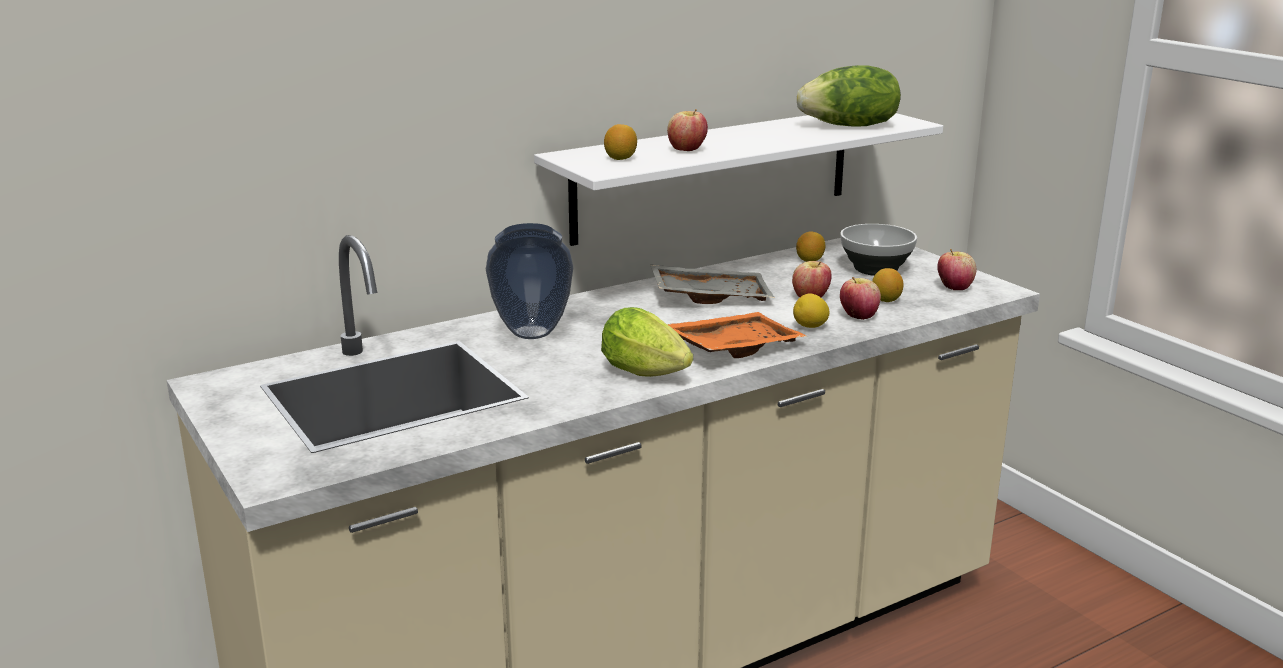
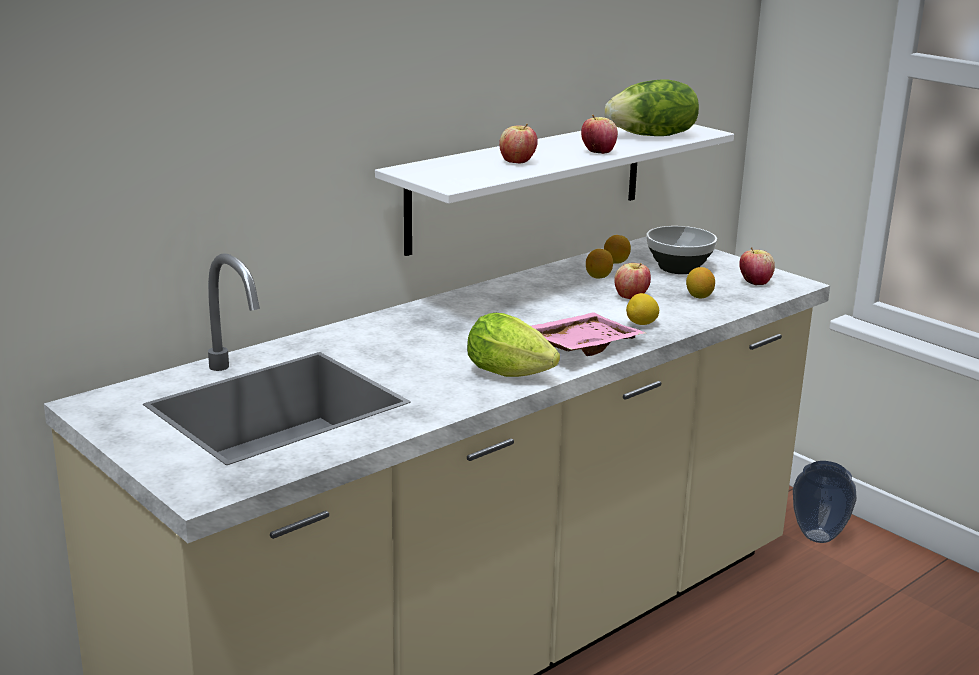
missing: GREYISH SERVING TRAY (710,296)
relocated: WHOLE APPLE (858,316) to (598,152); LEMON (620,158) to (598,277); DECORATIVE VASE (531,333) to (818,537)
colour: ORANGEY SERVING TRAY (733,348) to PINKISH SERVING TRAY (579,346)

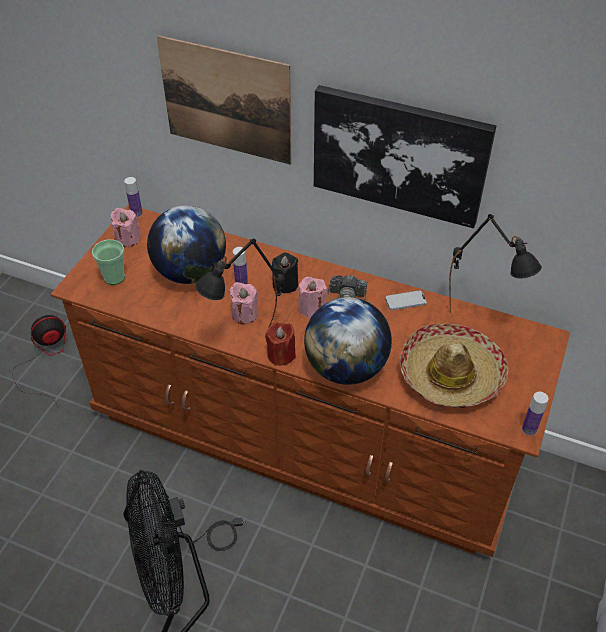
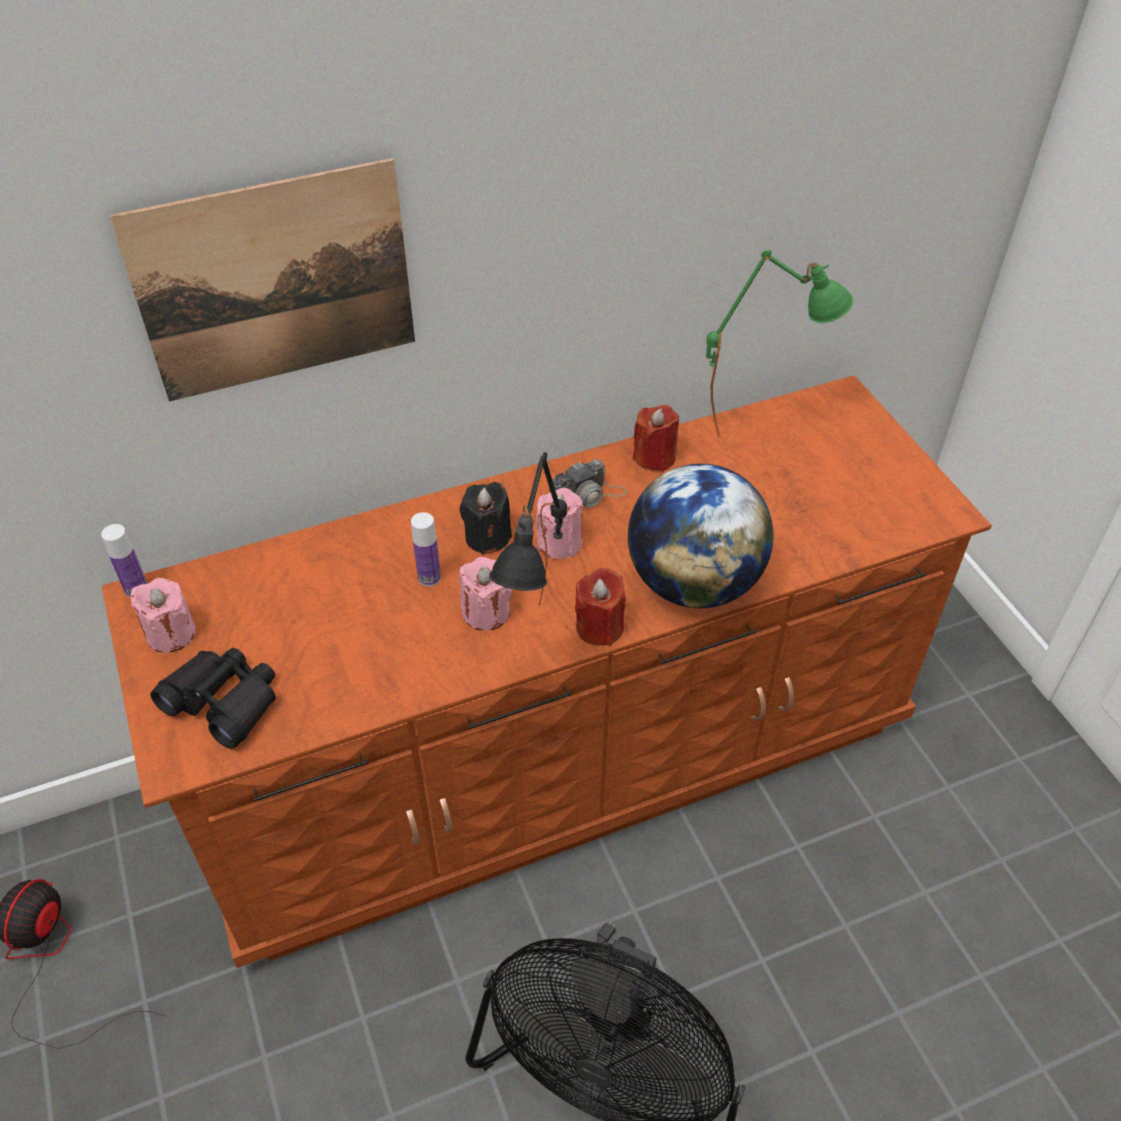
missing: GLOBE (190,272); PICTURE (399,155); HAT (451,374); DRINK BOTTLE (529,429)
exchanged: DRINKING CUP (114,277) to BLACK FIELD GLASSES (224,702); HANDSET (405,301) to REDDISH CANDLE (655,457)
colour: BLACK LAMP FOR A TABLE (480,321) to GREENISH LAMP FOR A TABLE (760,424)

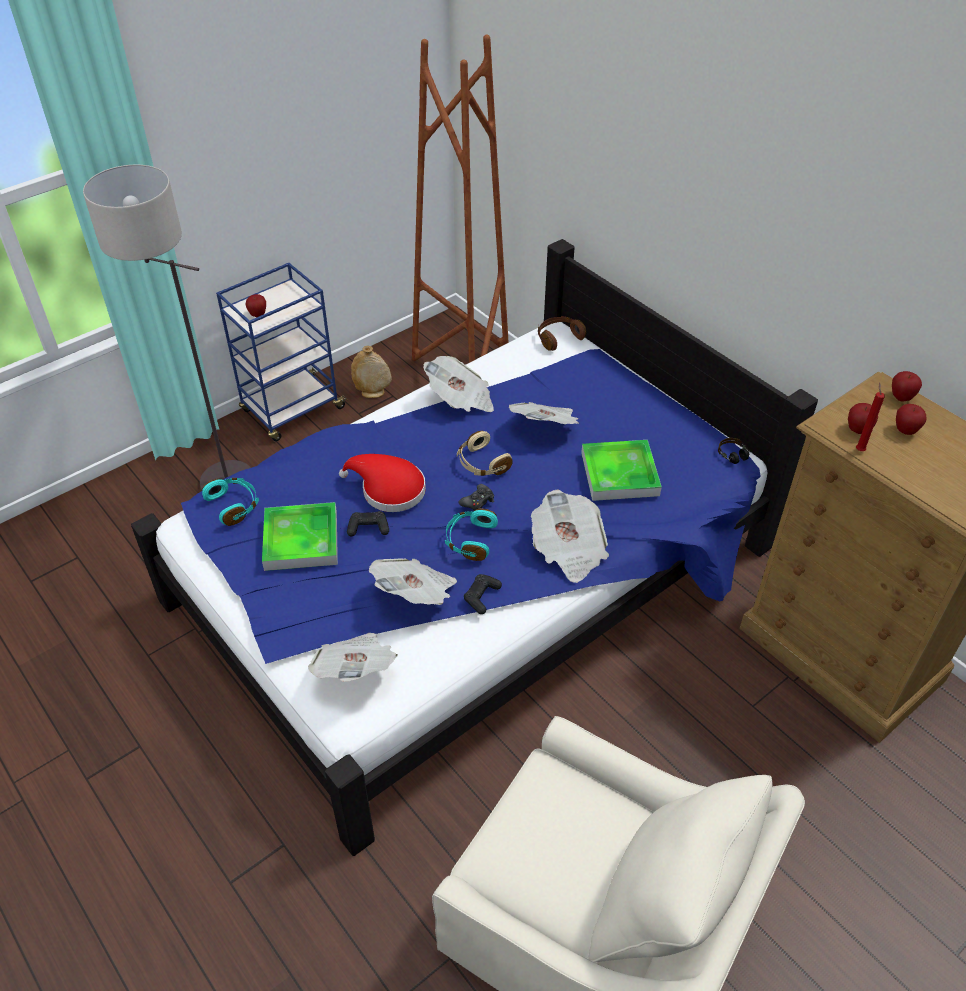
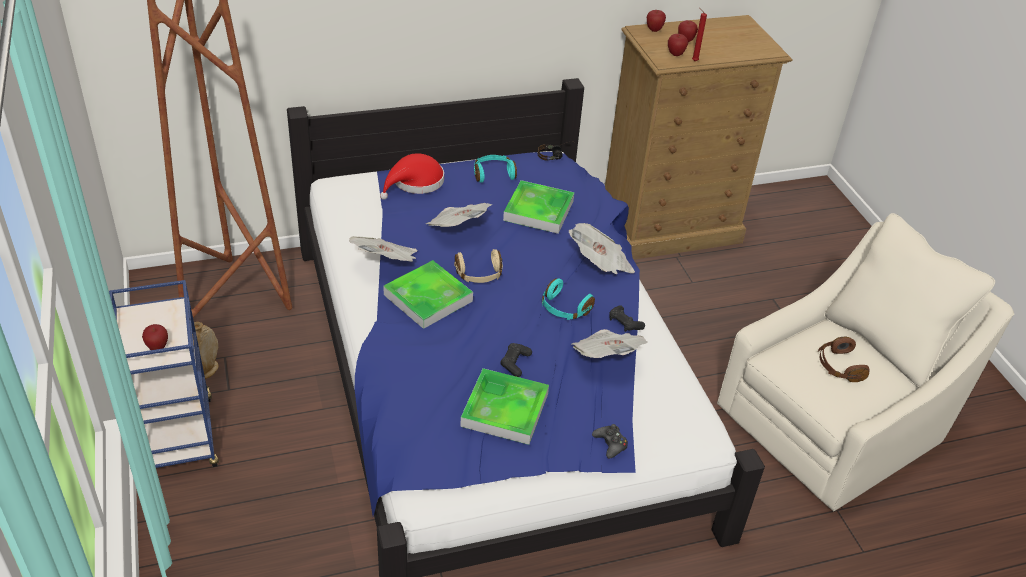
missing: GREYISH FLOOR LAMP (213,479); DAILY PAPER (356,670)
appeared: SERVING TRAY (428,298)
relocated: REDDISH HAT (388,490) to (415,183); TURQUOISE-COLOURED HEADSET (234,505) to (493,174); BLACK GAME CONTROLLER (478,502) to (610,444); BROWNISH HEADSET (558,338) to (838,366)

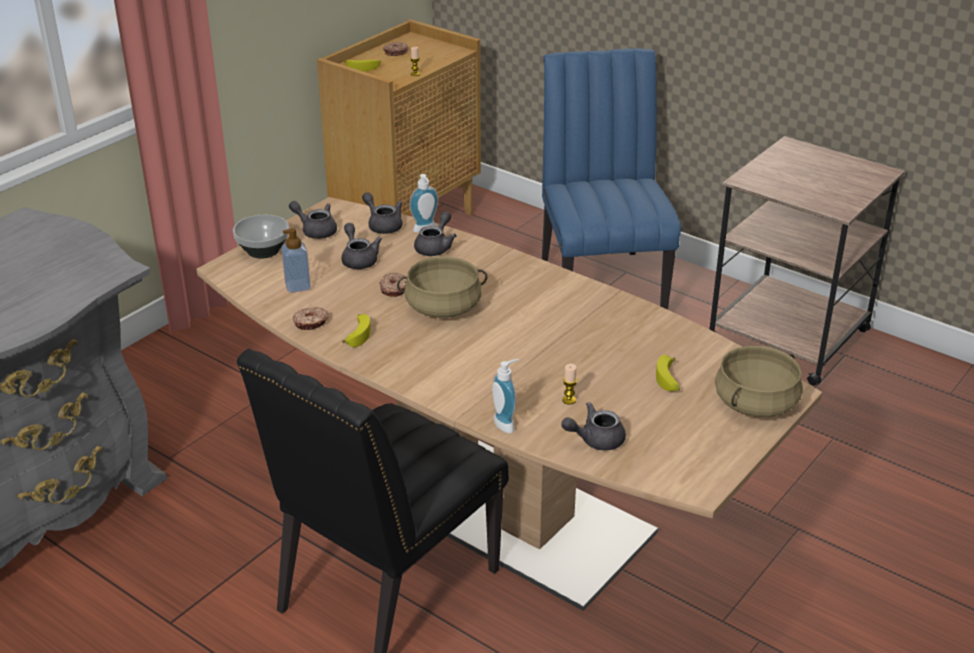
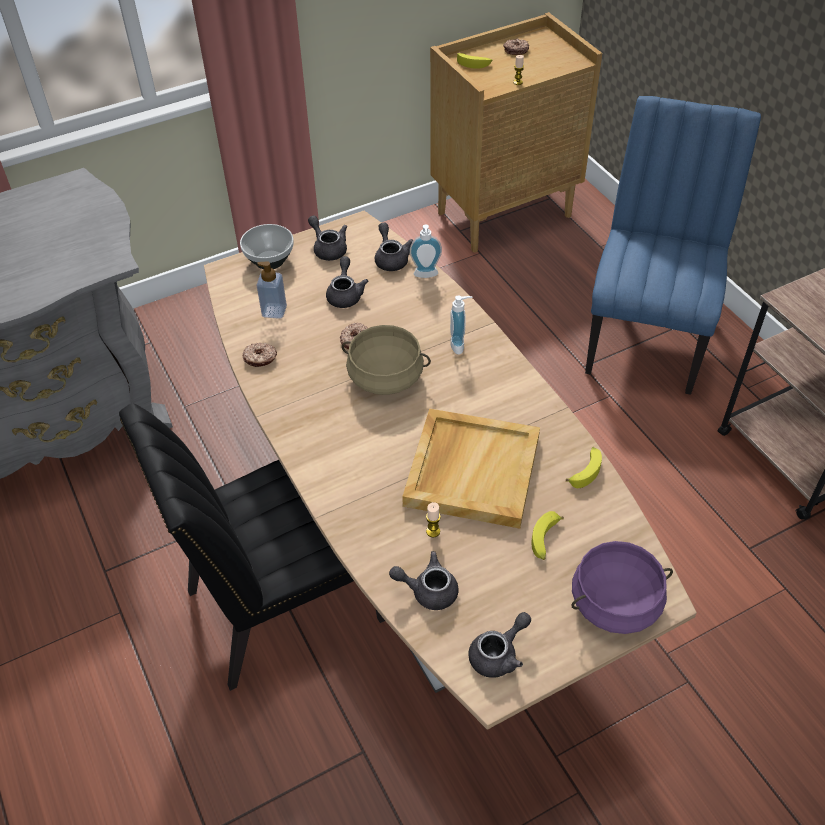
appeared: SAND-COLOURED SERVING TRAY (471,469)
relocated: LIQUID SOAP BOTTLE (507,423) to (460,345); GREYISH POT FOR TEA (435,247) to (499,654); WHOLE BANANA (357,334) to (585,470)
colour: SAND-COLOURED COOKING POT (756,404) to PURPLE-COLOURED COOKING POT (615,603)

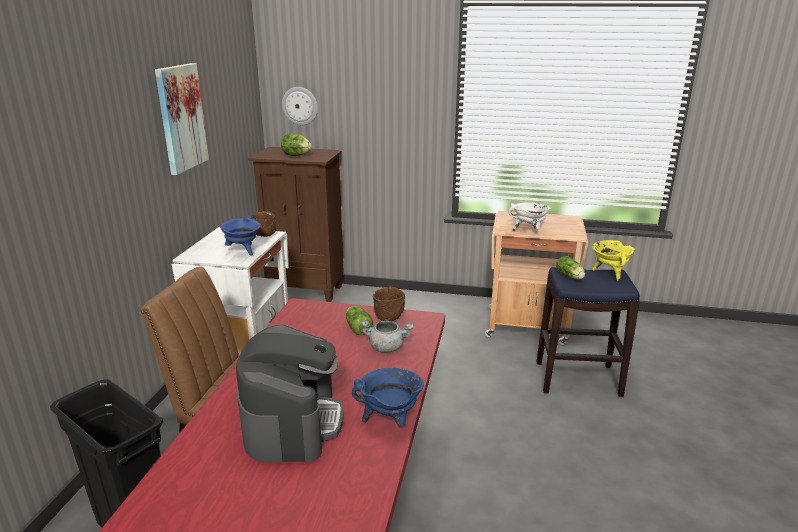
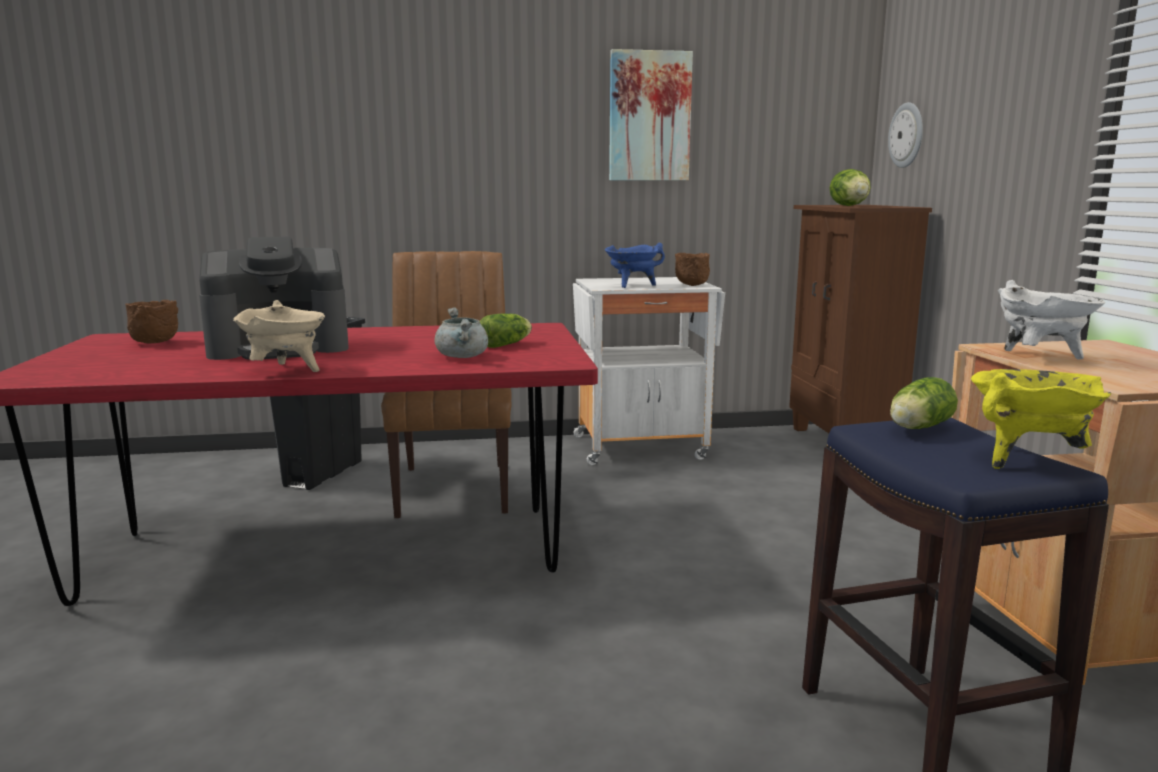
relocated: BROWNISH DEEP DISH (389,318) to (154,343)
colour: BLUE COOKING POT (390,420) to SAND-COLOURED COOKING POT (286,371)

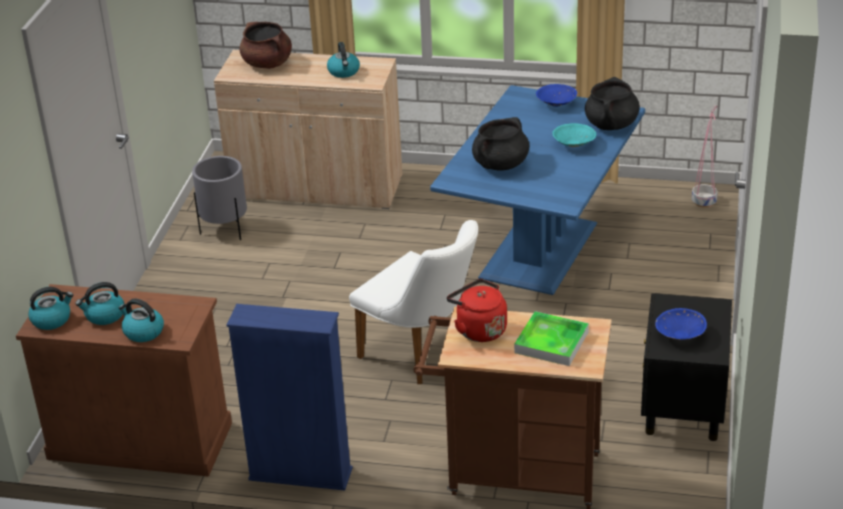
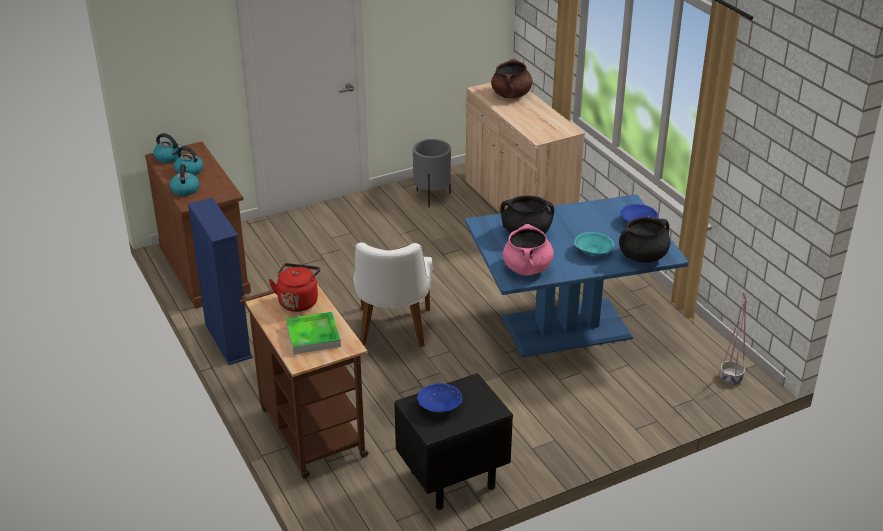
missing: KETTLE (344,72)
appeared: PINKISH COOKING POT (527,268)

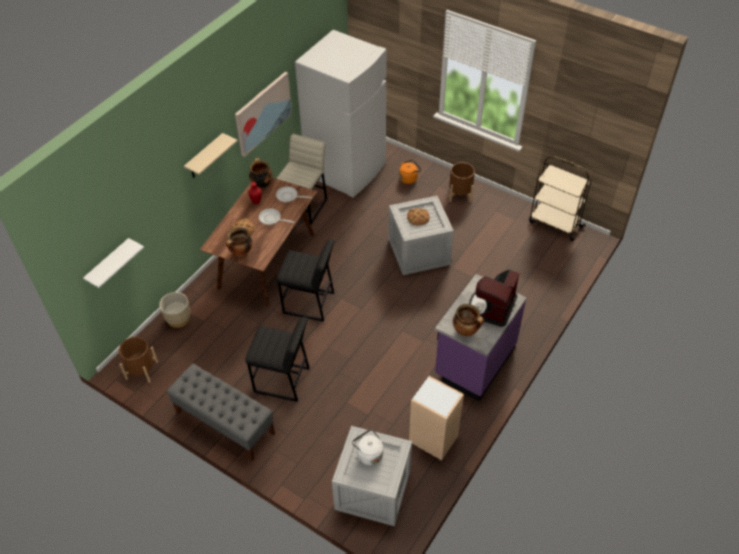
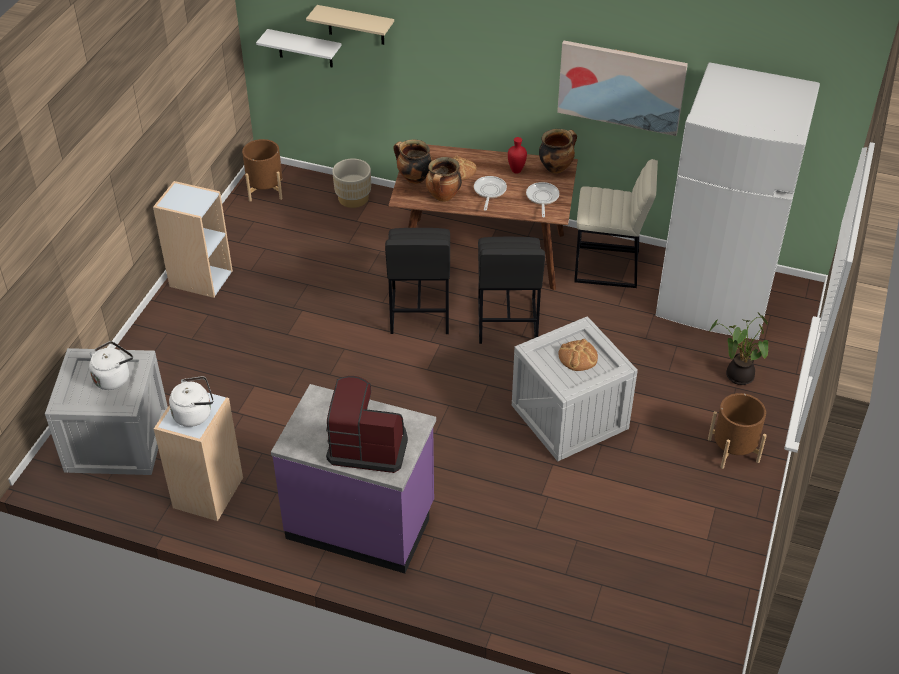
missing: SAND-COLOURED WHEELED CART (554,224)
appeared: WHITE KETTLE (195,414)
relocated: SAND-COLOURED BRACKET SHELF (205,157) to (356,25); COOKING POT (466,331) to (443,197); BLACK CHAIR (283,380) to (507,322)
exchanged: GREYISH LONG SEAT (224,423) to BOOKCASE (200,278); ORANGEY KETTLE (409,178) to POTTED PLANT (737,376)

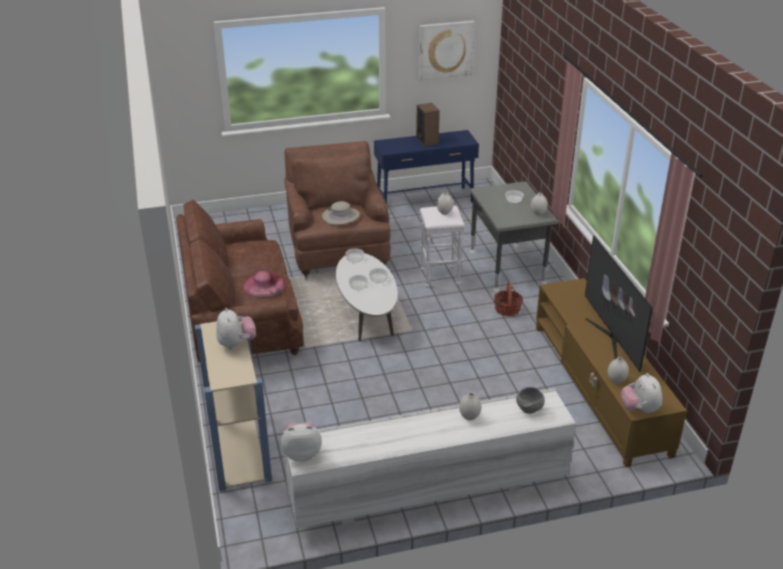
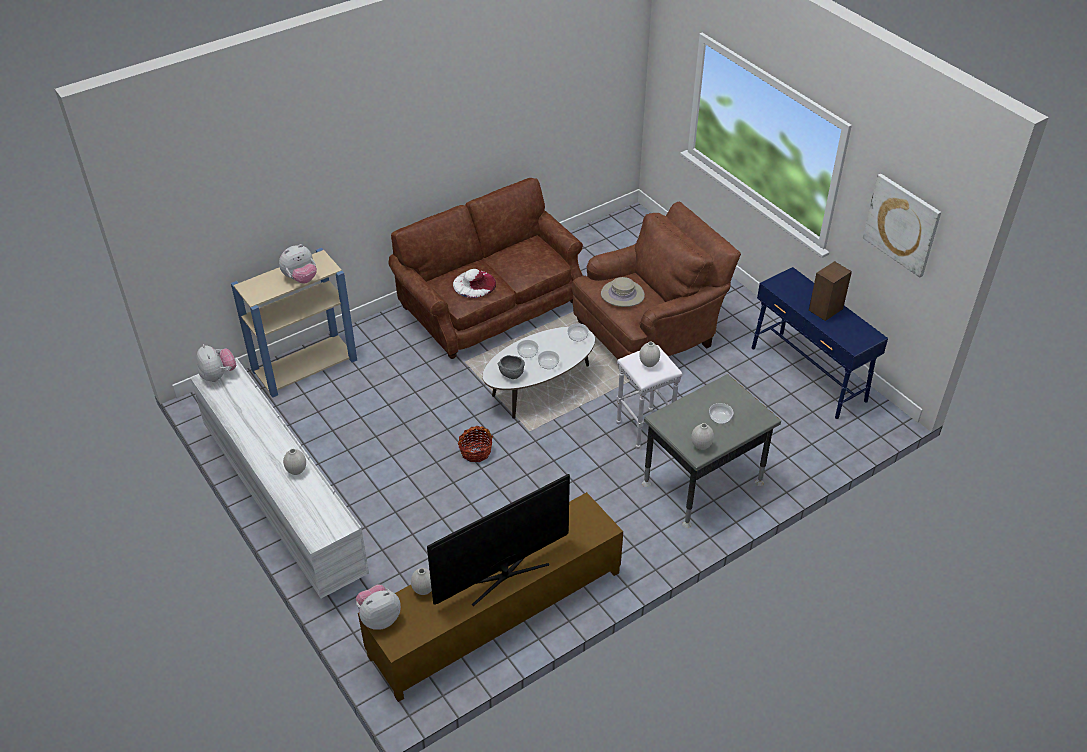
relocated: STORAGE BASKET (507,309) to (475,452); GREYISH DEEP DISH (529,410) to (511,375)
colour: PINKISH HAT (264,285) to WHITE HAT (474,284)

